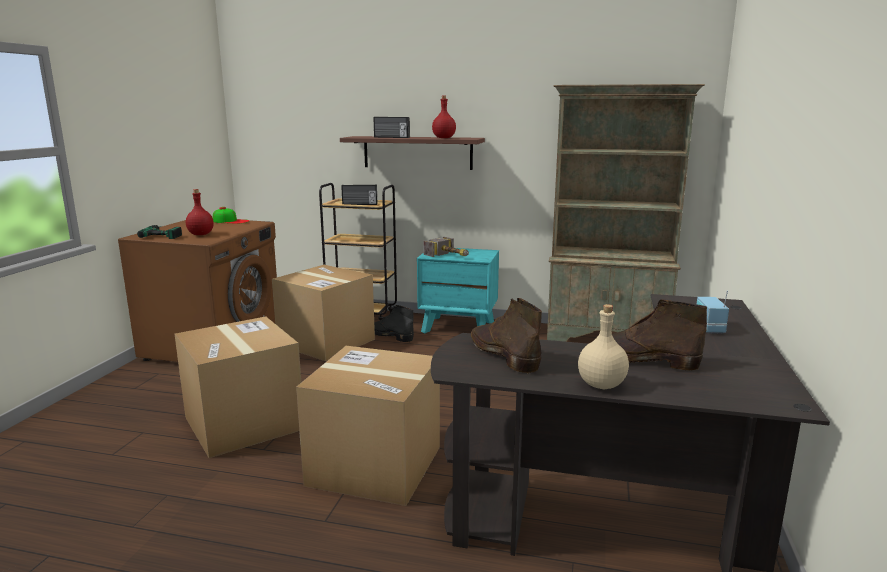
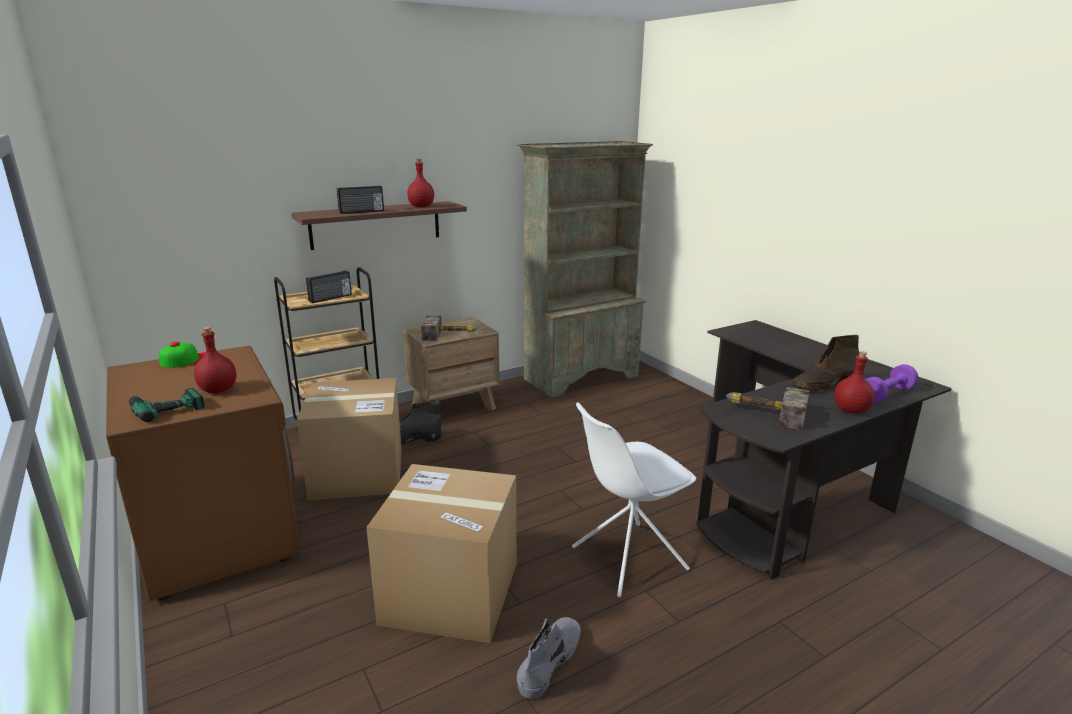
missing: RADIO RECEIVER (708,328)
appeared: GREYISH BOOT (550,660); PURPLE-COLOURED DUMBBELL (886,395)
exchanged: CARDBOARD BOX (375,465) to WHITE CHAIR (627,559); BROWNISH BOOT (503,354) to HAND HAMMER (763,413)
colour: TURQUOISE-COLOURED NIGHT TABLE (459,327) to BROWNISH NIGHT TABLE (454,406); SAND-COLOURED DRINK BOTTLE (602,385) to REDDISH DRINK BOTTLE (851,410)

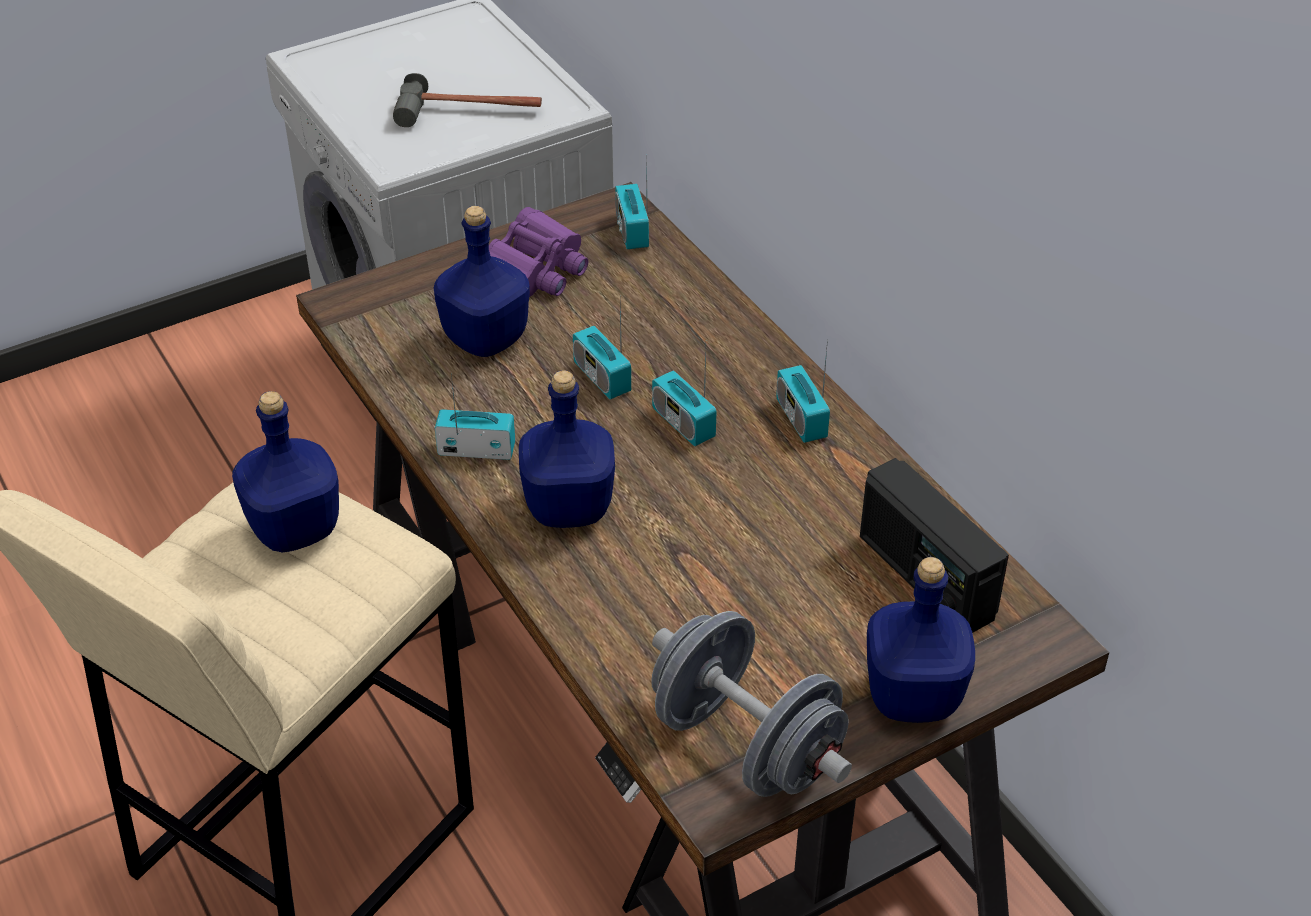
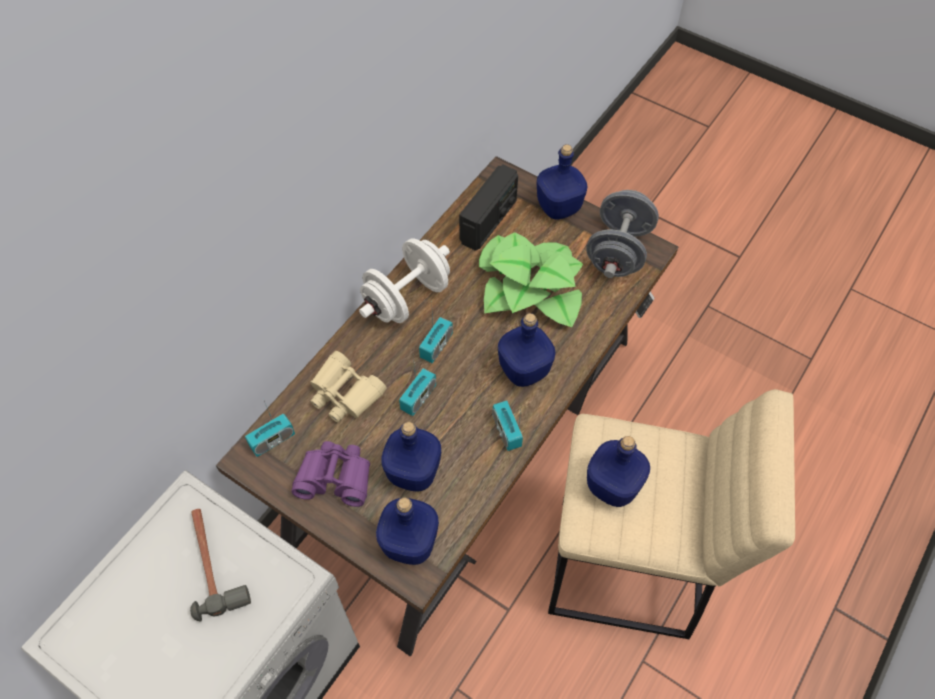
appeared: SAND-COLOURED FIELD GLASSES (345,393); BLUE DRINK BOTTLE (409,544); POTTED PLANT (530,286)
exchanged: RADIO RECEIVER (801,419) to WHITE DUMBBELL (407,298)

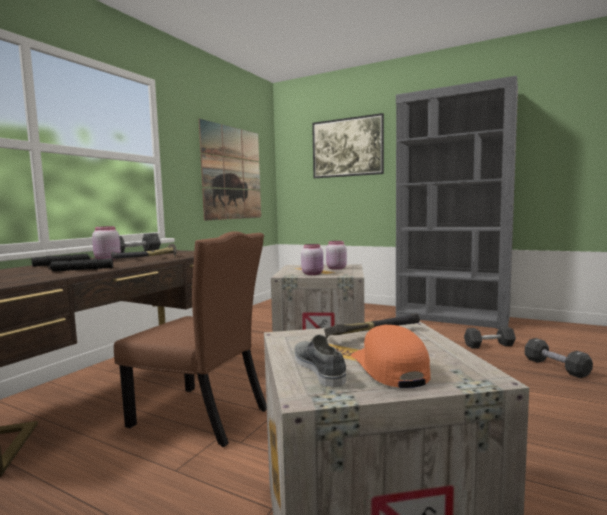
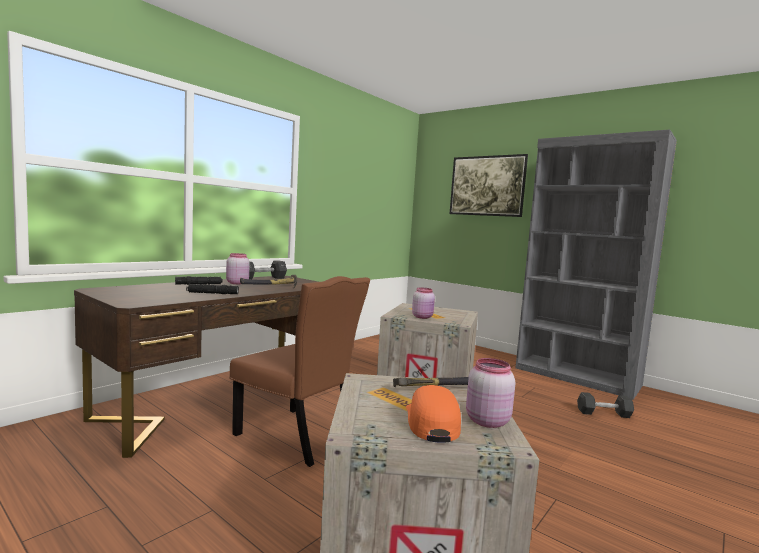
missing: PICTURE (232,173); GREYISH LOW SHOE (319,368); BLACK DUMBBELL (556,367)
relocated: PINKISH STORAGE JAR (335,268) to (486,421)

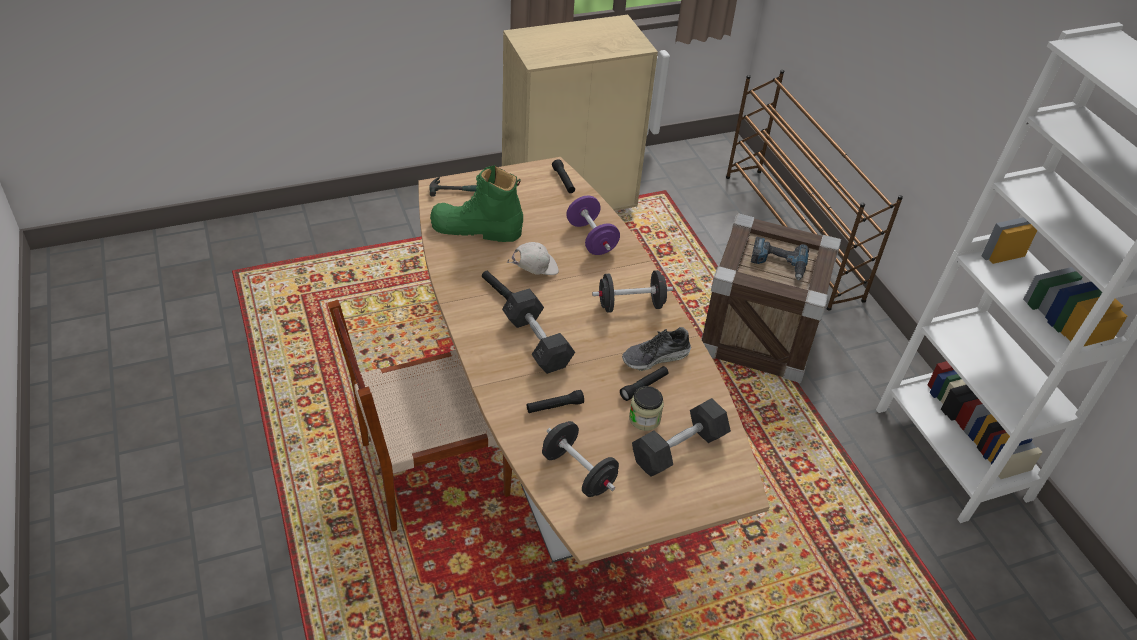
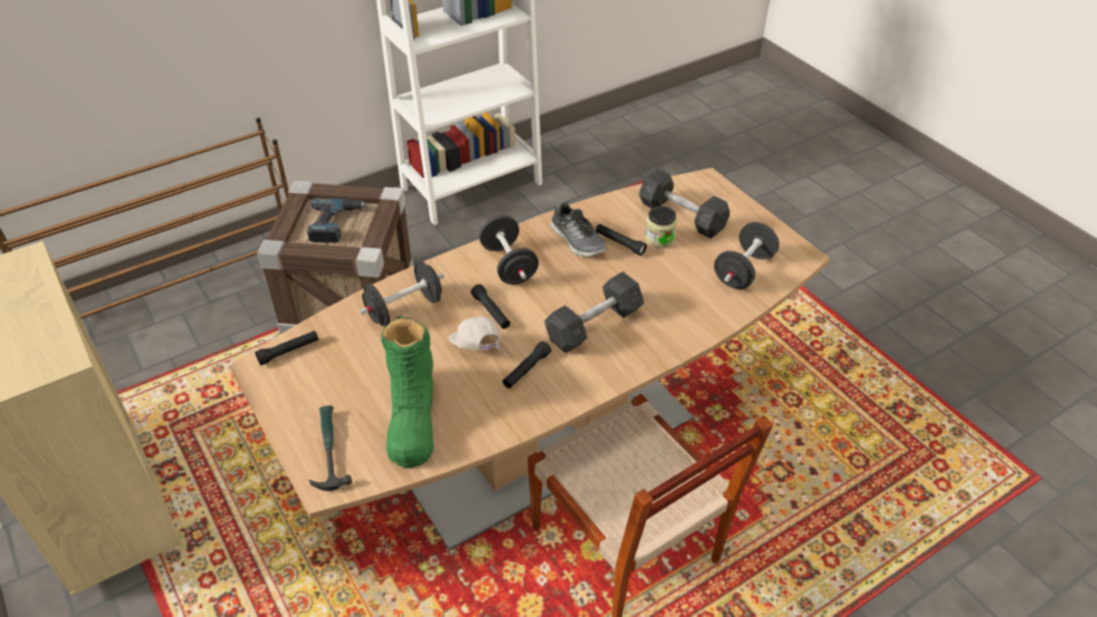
relocated: BLACK FLASHLIGHT (554,407) to (491,312)
colour: PURPLE-COLOURED DUMBBELL (591,239) to BLACK DUMBBELL (404,309)

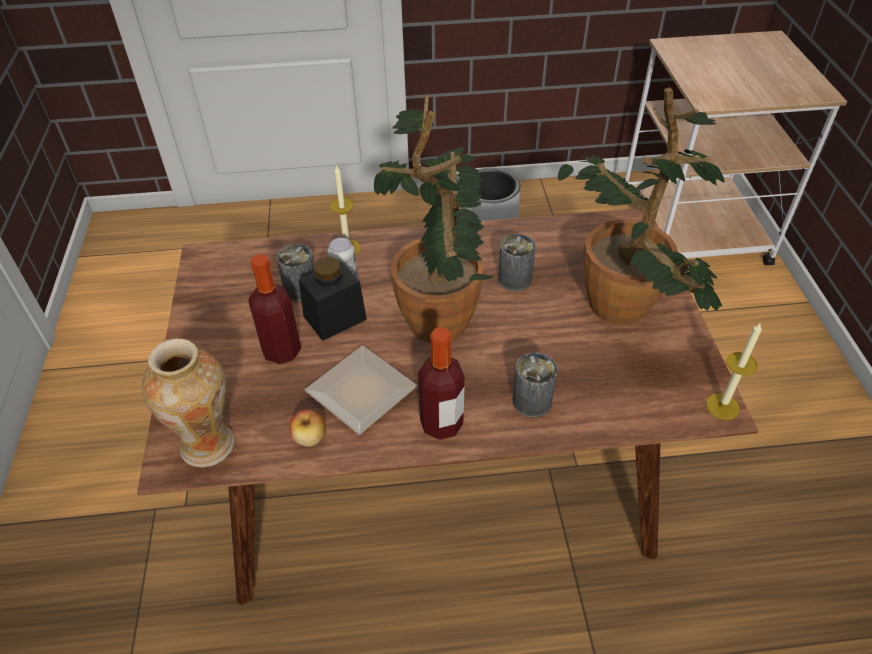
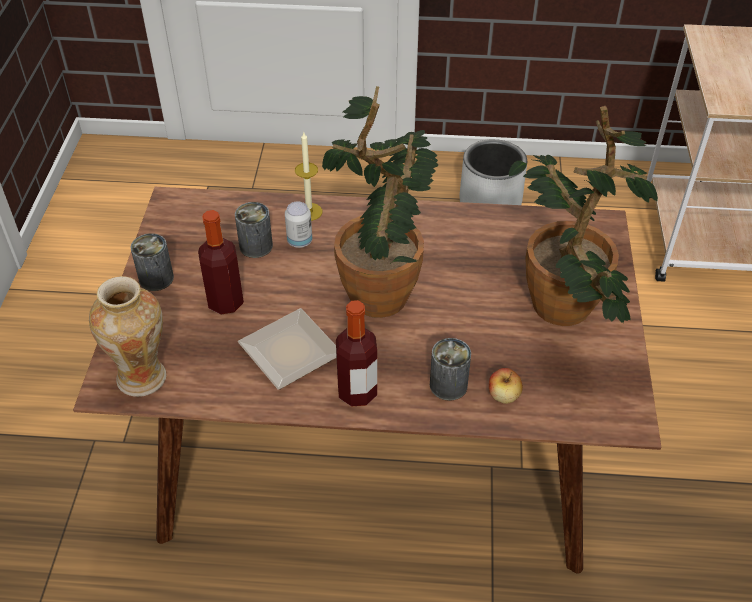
missing: BLACK STORAGE JAR (335,318); CANDLE (722,406)
relocated: CAN (514,279) to (156,278); WHOLE APPLE (310,438) to (503,396)

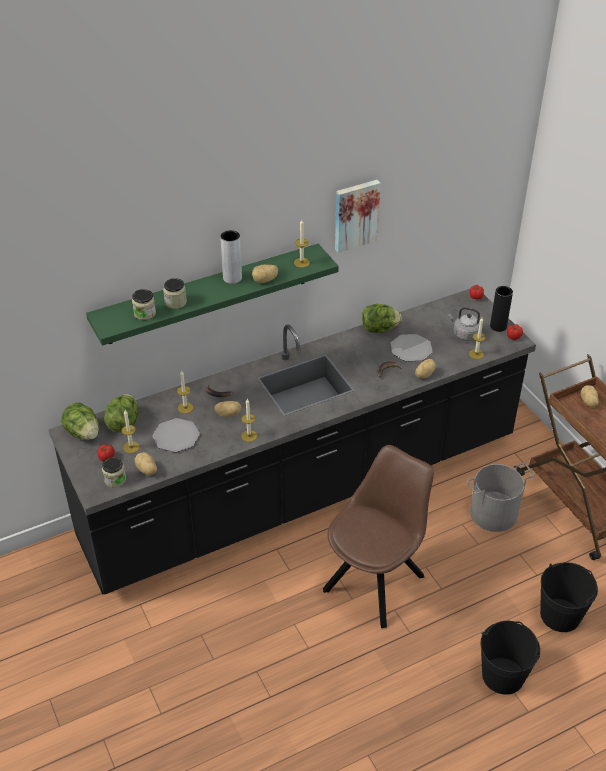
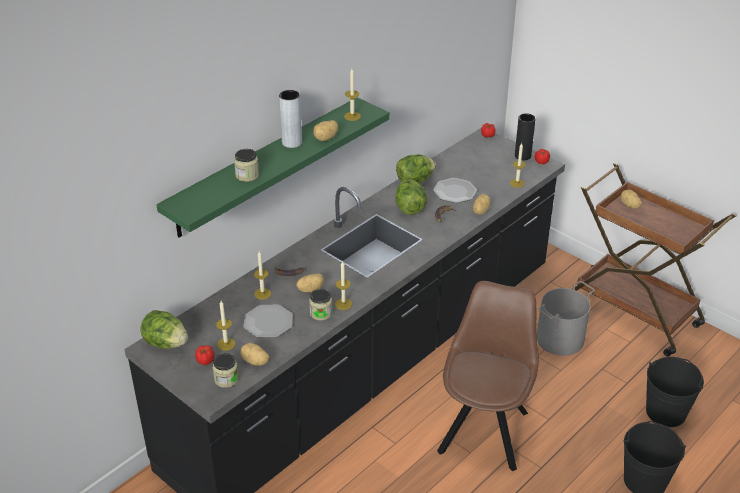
missing: PICTURE (355,215); GREYISH KETTLE (464,334)
relocated: STORAGE JAR (145,313) to (321,313); HEAD OF LETTUCE (123,423) to (410,208)

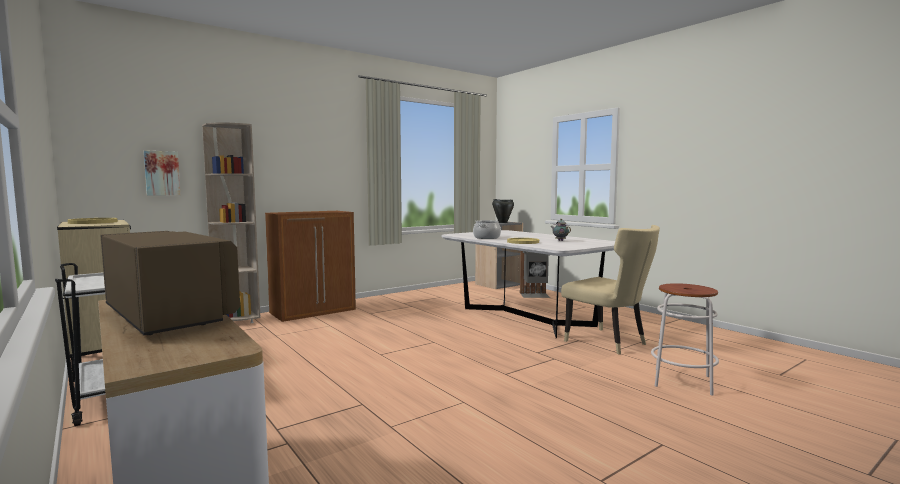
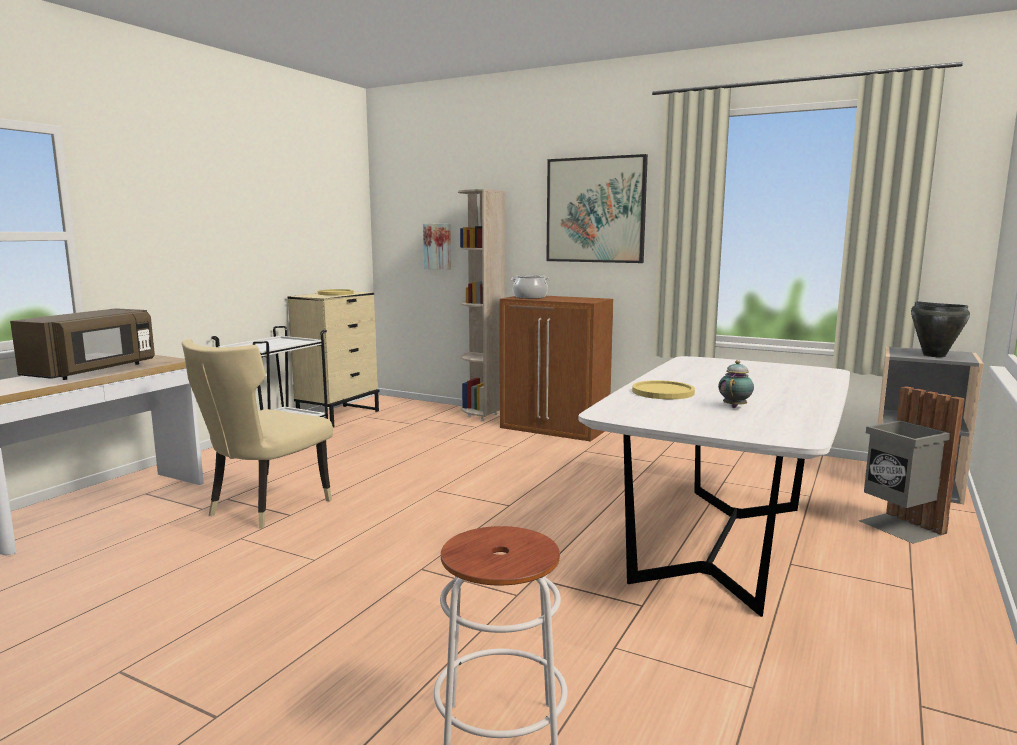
appeared: PICTURE (595,210)
relocated: SAND-COLOURED CHAIR (609,342) to (264,508); COOKING POT (487,238) to (530,297)

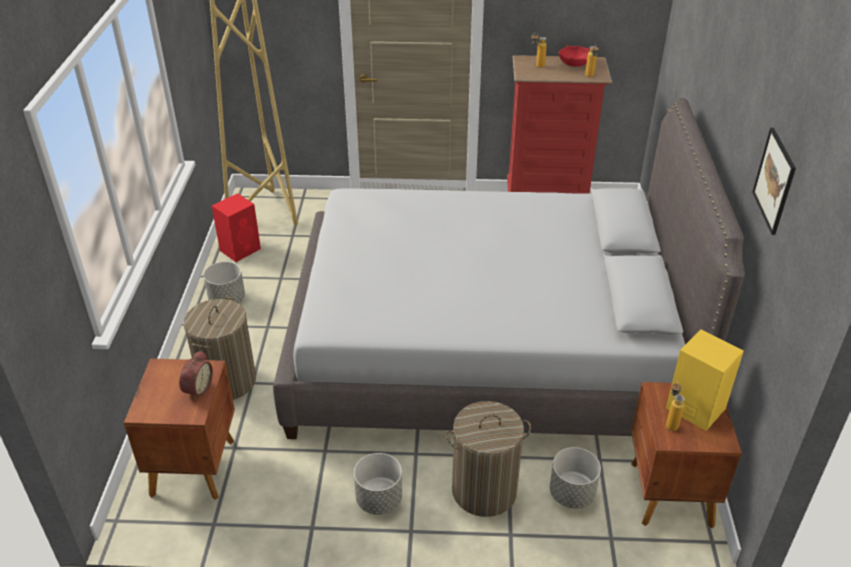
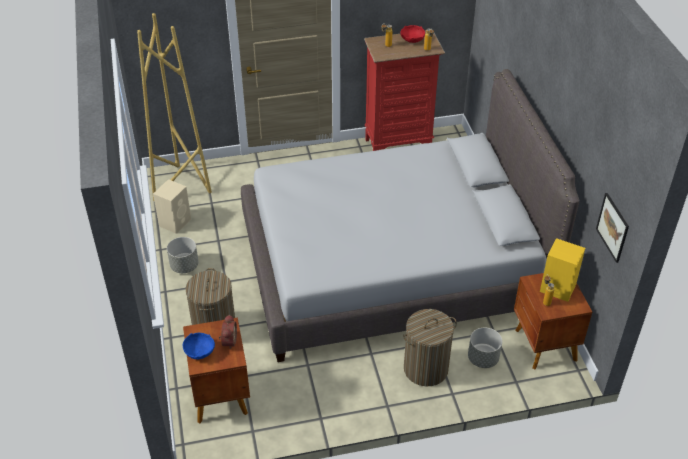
missing: GREYISH PLANTER (379,499)
appeared: BLUE DEEP DISH (199,351)
relocated: PICTURE (774,180) to (612,227)
colour: REDDISH SPEAKER (241,249) to SAND-COLOURED SPEAKER (175,222)

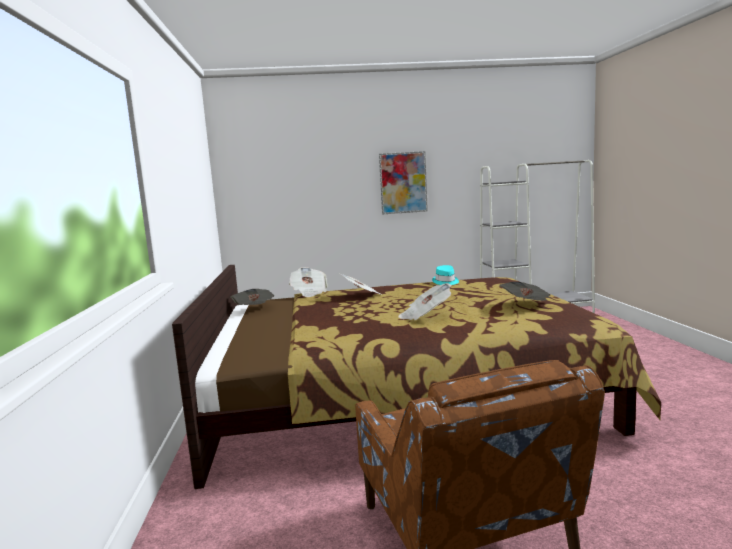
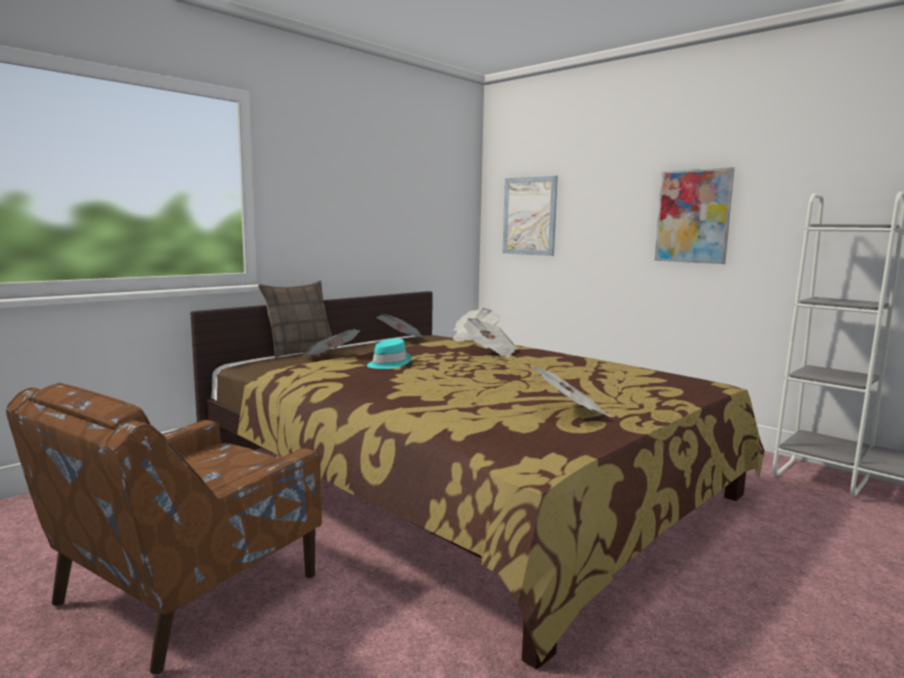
appeared: CUSHION (300,351); PICTURE (529,216)
relocated: DAILY PAPER (425,316) to (331,358); TURQUOISE-COLOURED HAT (445,282) to (388,364)

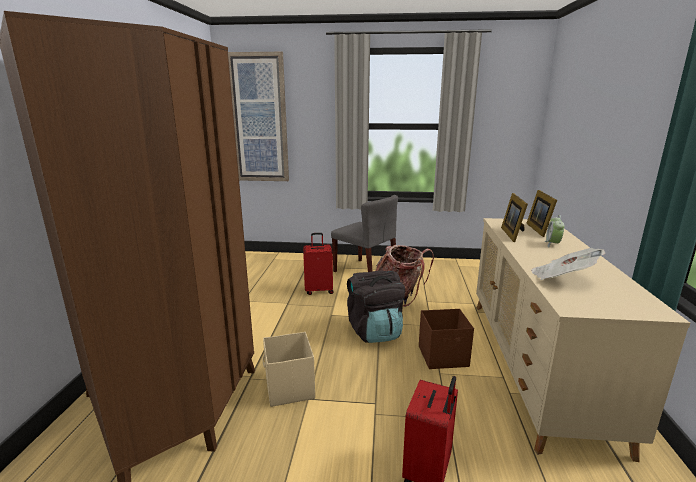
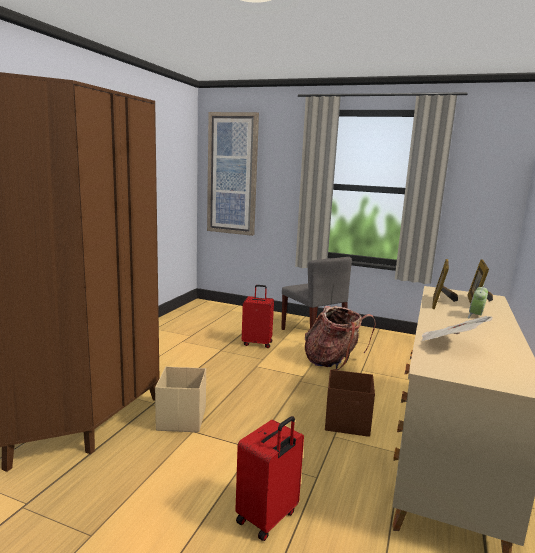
missing: BLACK KNAPSACK (375,331)

